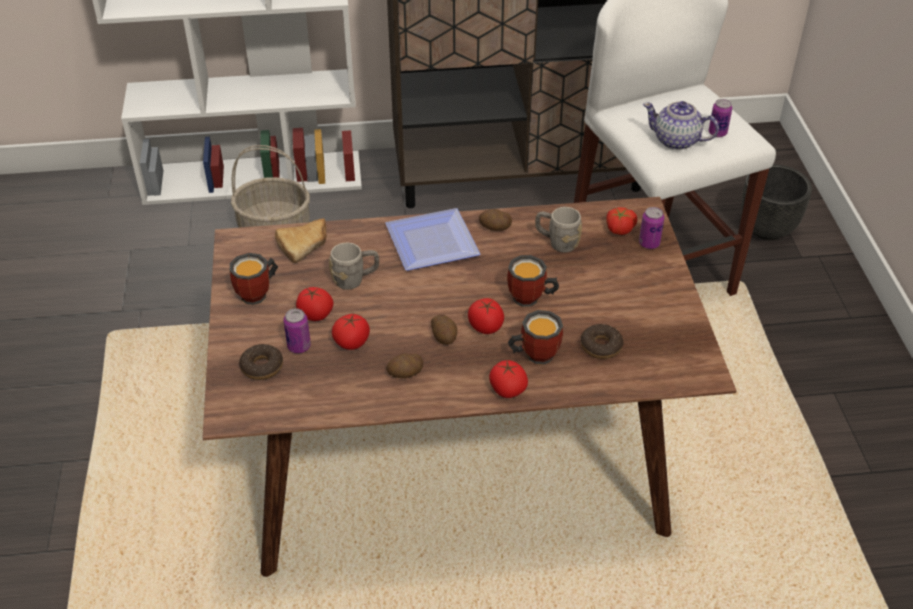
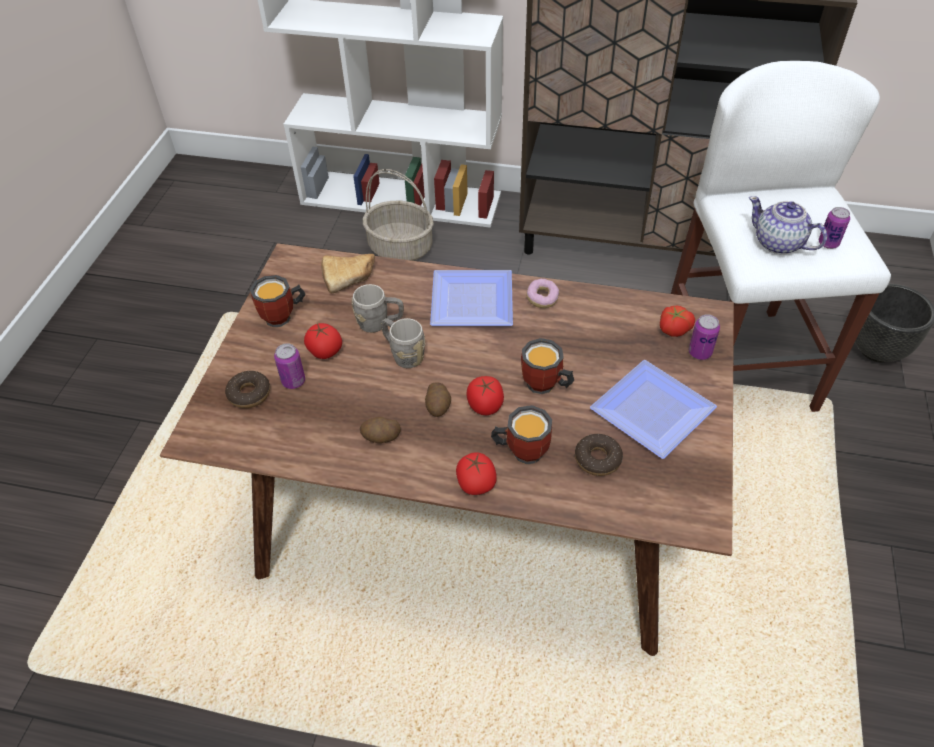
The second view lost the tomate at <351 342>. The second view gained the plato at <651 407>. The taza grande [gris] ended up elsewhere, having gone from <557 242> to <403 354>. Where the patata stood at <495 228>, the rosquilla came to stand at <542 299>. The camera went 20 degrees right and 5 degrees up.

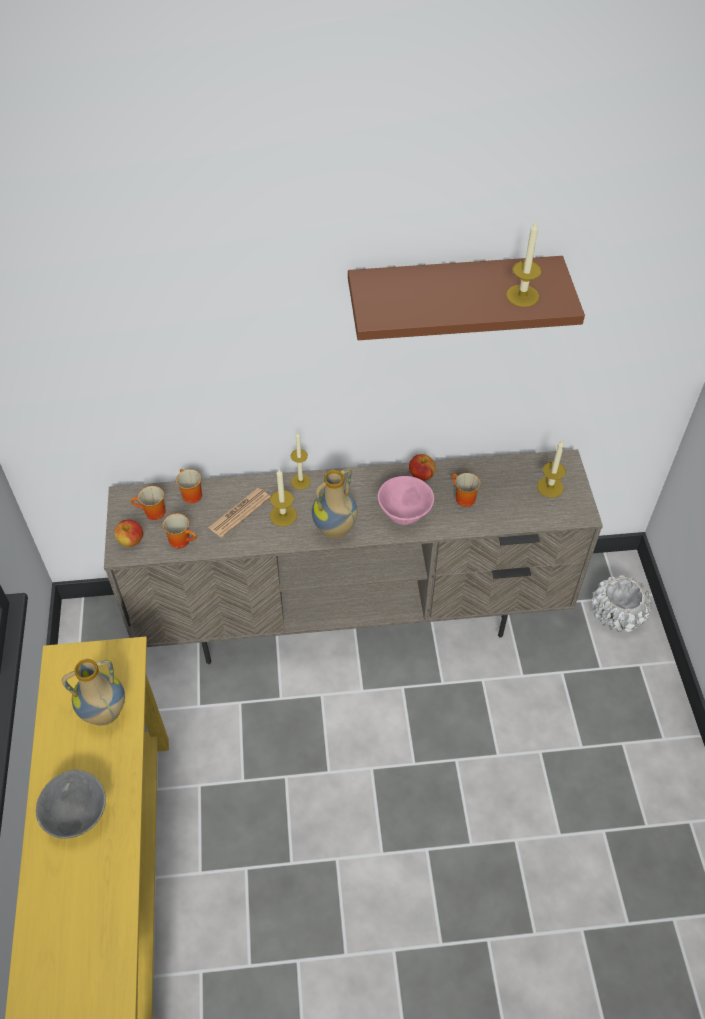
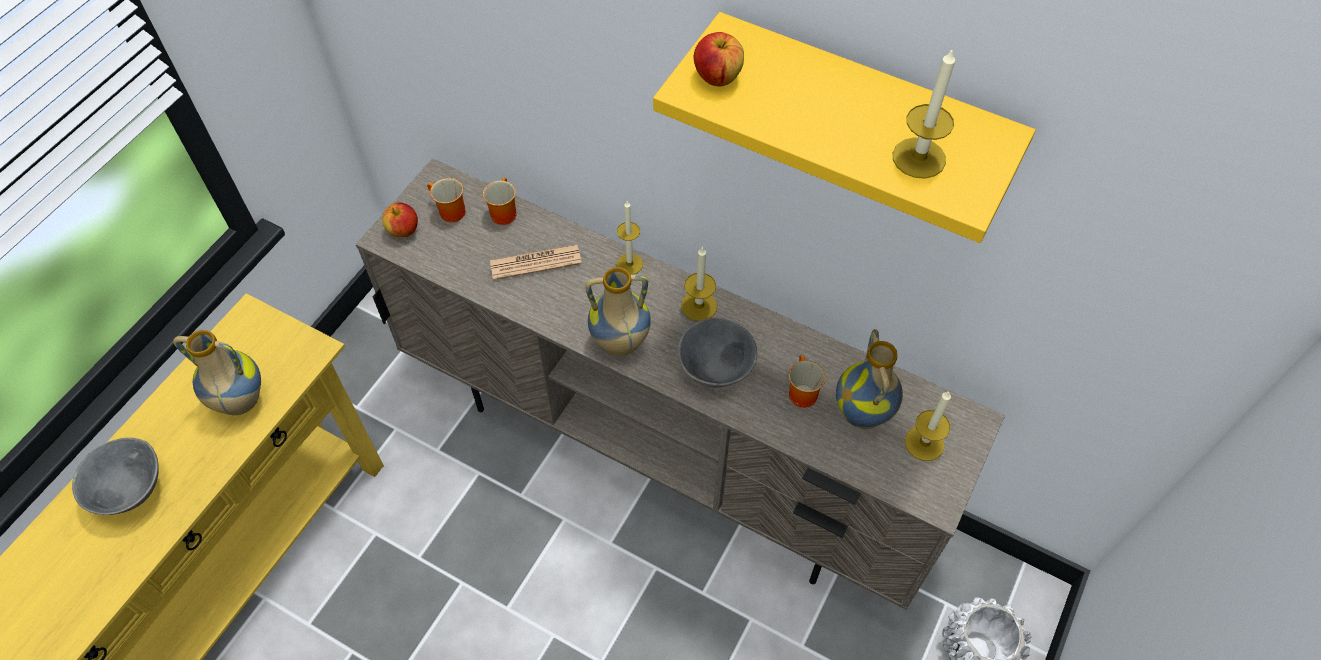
The second view lost the taza grande at <182 540>. The second view gained the florero at <864 414>. The vela ended up elsewhere, having gone from <283 515> to <699 306>. The manzana ended up elsewhere, having gone from <421 475> to <717 77>. What was the estante [marrón] at <453 292> turned into the estante [amarillo] at <861 110>. What was the cuenco [rosa] at <406 513> turned into the cuenco [gris] at <717 371>. The camera went 35 degrees right and 5 degrees up.

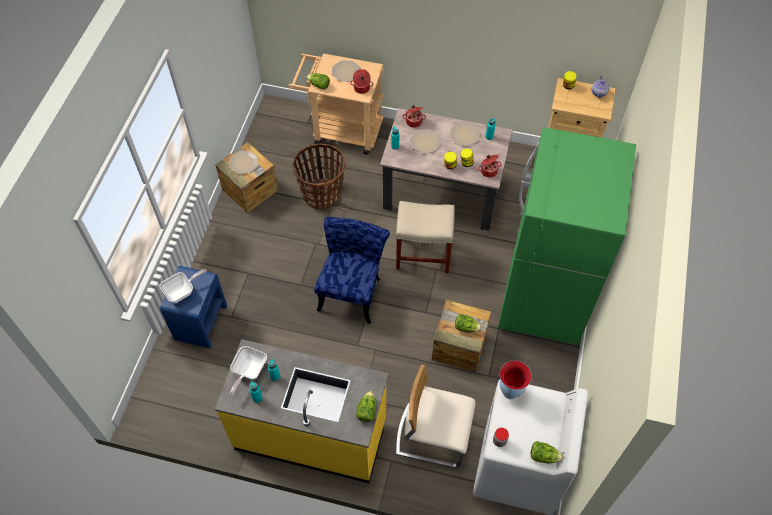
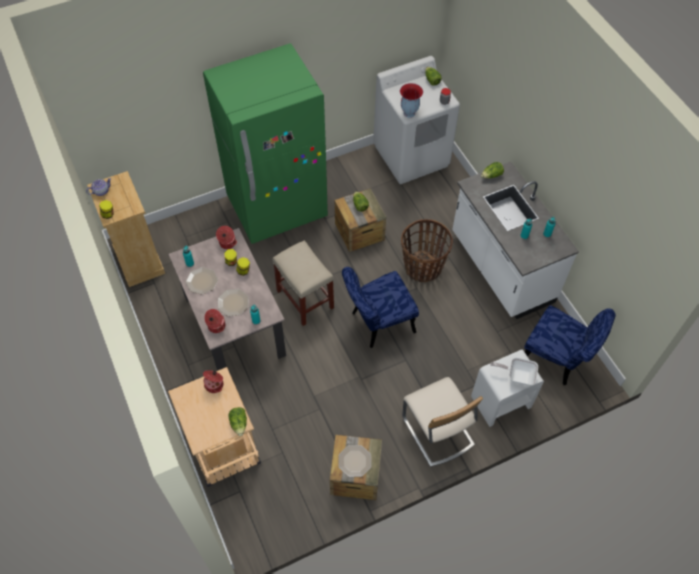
The second view lost the sartén at <248 372>. The second view lost the plato at <346 72>. The second view gained the silla [azul] at <557 359>. The cesta ended up elsewhere, having gone from <322 194> to <423 267>. The silla [beis] ended up elsewhere, having gone from <432 435> to <437 431>. What was the mesita de noche [azul] at <201 322> turned into the mesita de noche [blanco] at <500 402>. What was the mueble bajo de cocina [amarillo] at <311 433> turned into the mueble bajo de cocina [blanco] at <500 268>. The camera went 130 degrees left and 0 degrees up.

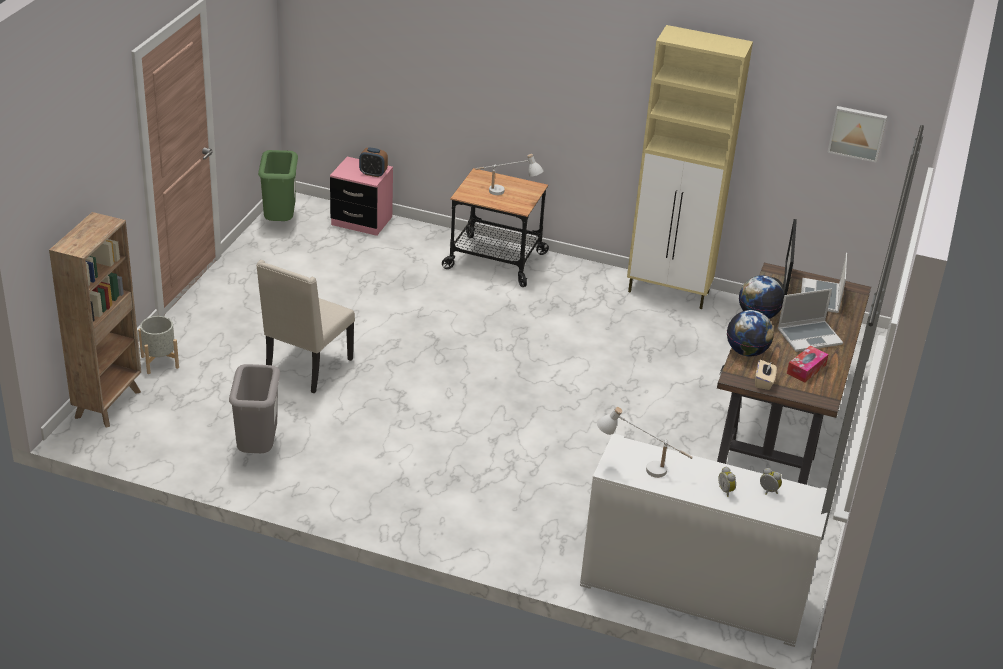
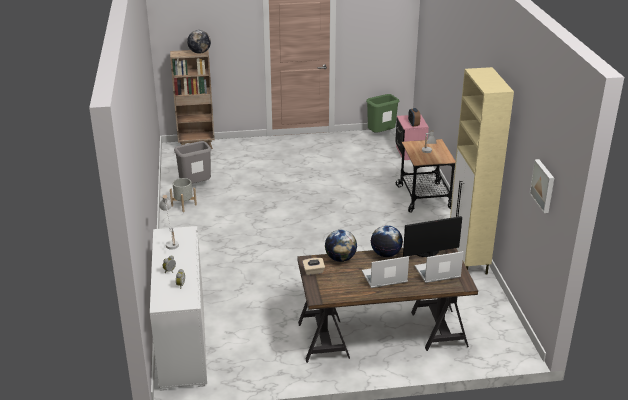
The second view lost the silla [beis] at <307 368>. The second view lost the caja de pañuelos at <806 369>. The second view gained the globo terráqueo at <199 52>. The maceta [gris] ended up elsewhere, having gone from <160 362> to <184 205>. The portátil at <809 336> ended up facing another way, 120 degrees clockwise from before. The camera went 65 degrees right and 5 degrees down.

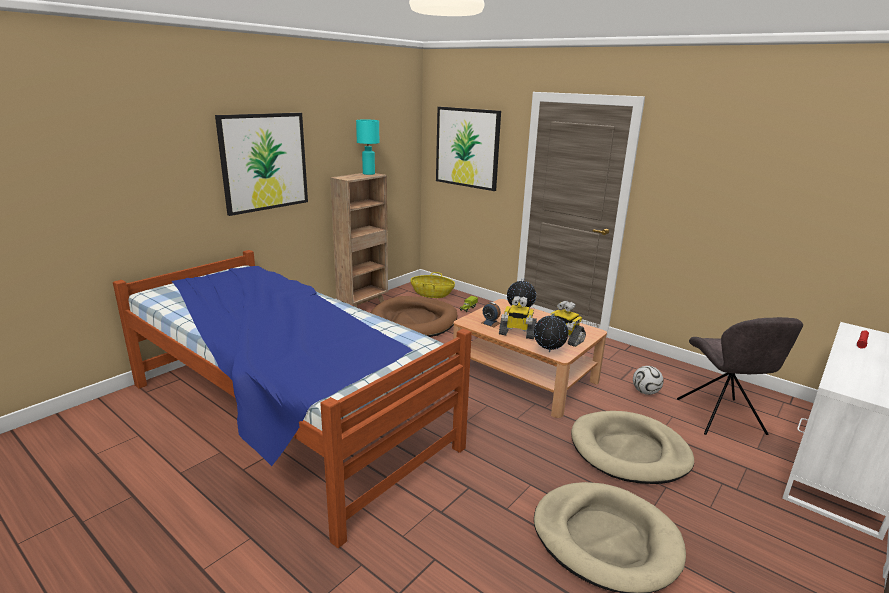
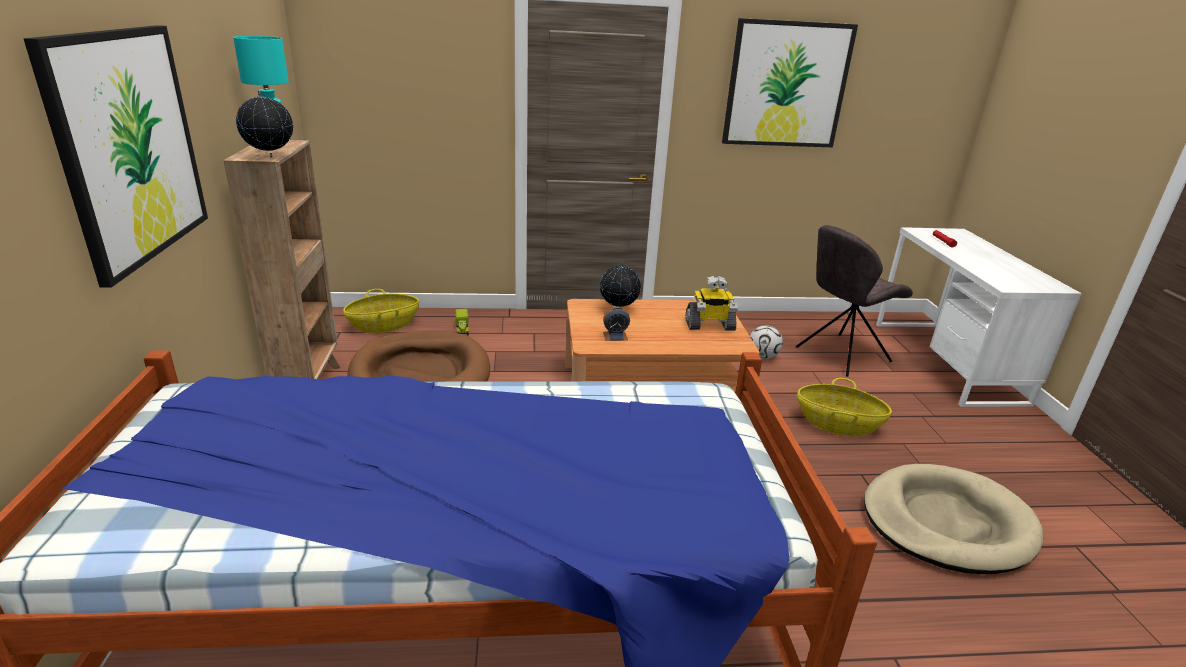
The second view lost the robot de juguete at <517 333>. The cuadro ended up elsewhere, having gone from <467 148> to <786 85>. The globo terráqueo ended up elsewhere, having gone from <548 352> to <270 157>. Where the cama para perro [beis] stood at <629 451>, the cesta came to stand at <837 424>. The silla [gris] at <721 418> ended up facing another way, 105 degrees clockwise from before. The camera went 45 degrees left and 5 degrees up.

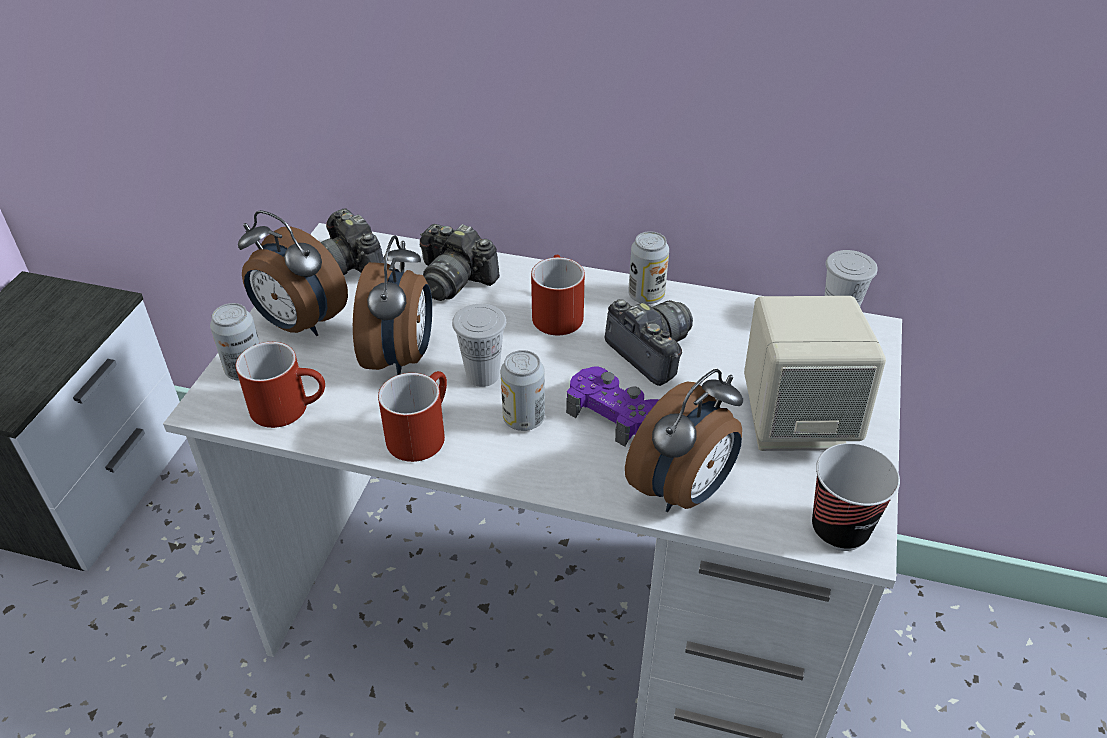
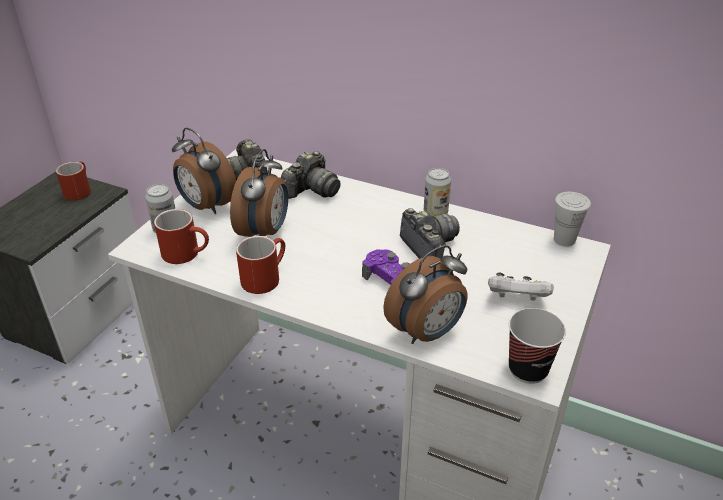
The second view lost the taza [blanco] at <482 375>. The second view lost the lata at <523 419>. The taza grande [rojo] ended up elsewhere, having gone from <555 312> to <78 190>. Where the altavoz [beis] stood at <796 421>, the mando de consola [blanco] came to stand at <516 299>. The cámara at <454 279> ended up facing another way, 90 degrees counterclockwise from before. The camera went 10 degrees right and 5 degrees down.

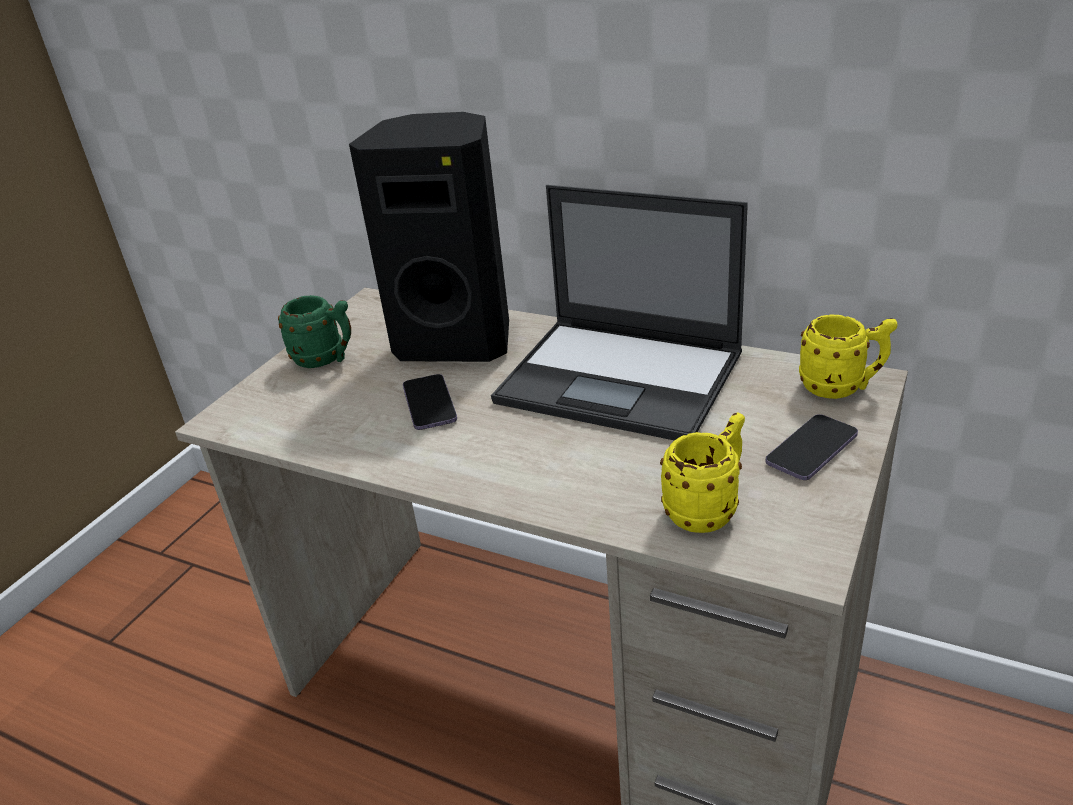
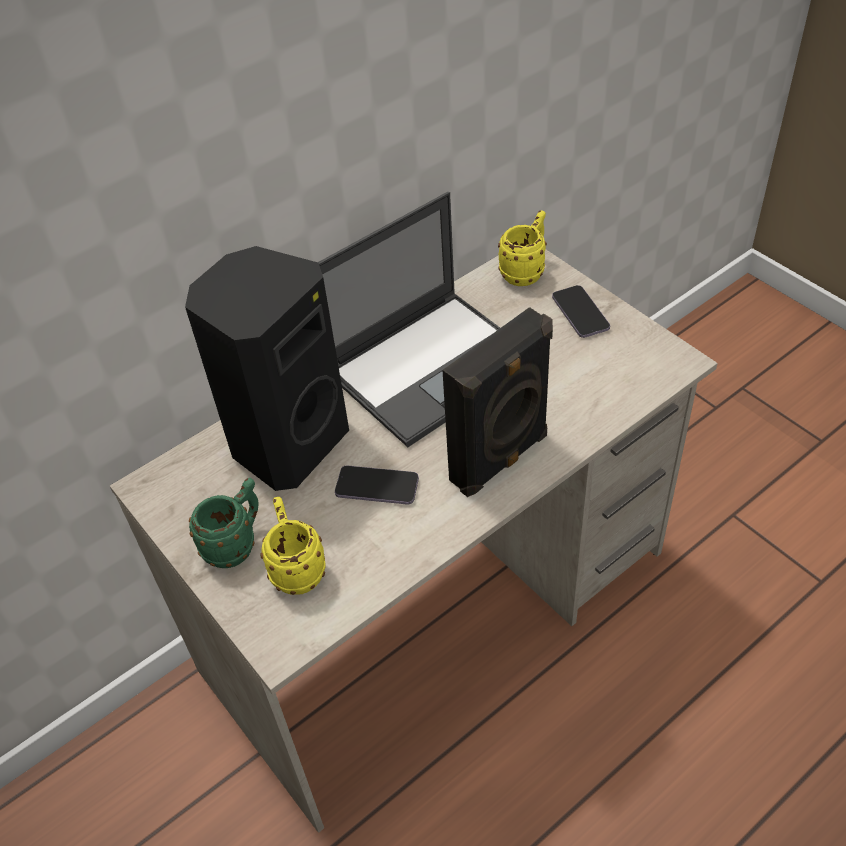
The second view gained the altavoz [negro] at <501 459>. The taza grande [amarillo] ended up elsewhere, having gone from <708 509> to <296 568>. The camera went 65 degrees left and 15 degrees up.

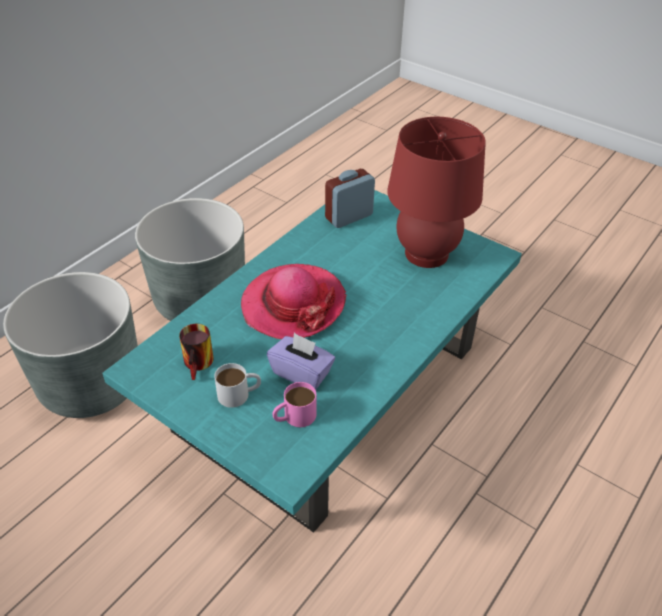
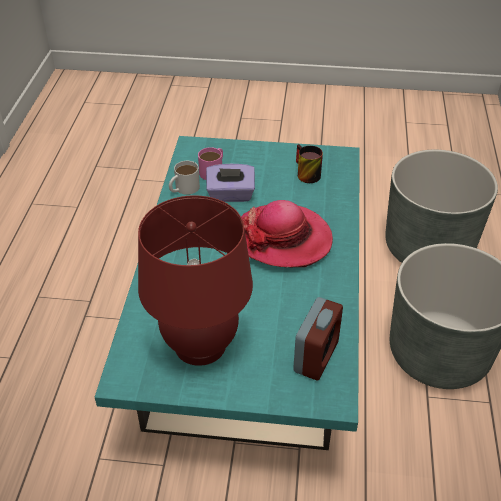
The taza grande [blanco] ended up elsewhere, having gone from <239 394> to <183 189>. The camera went 150 degrees right and 0 degrees up.

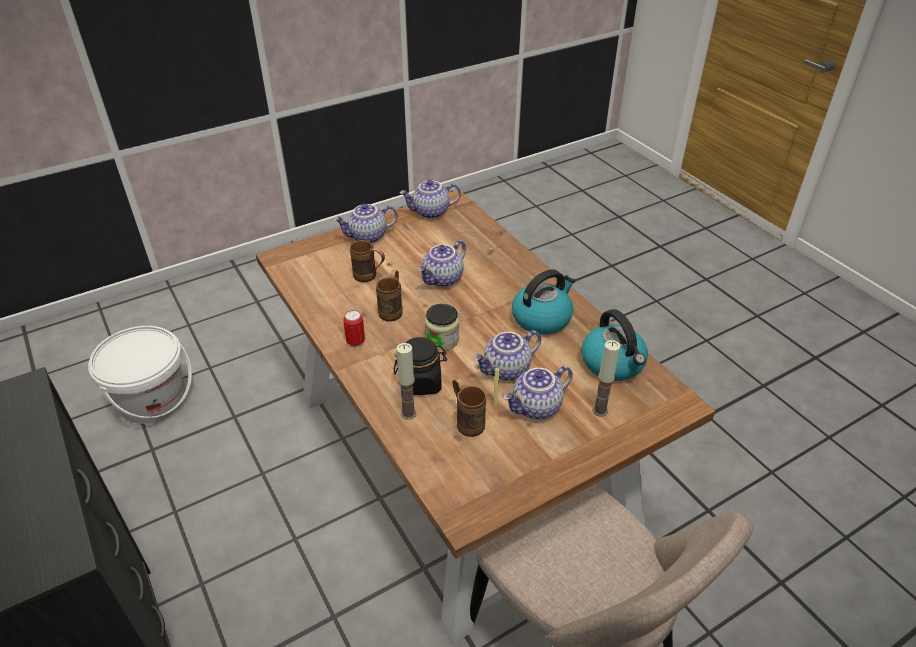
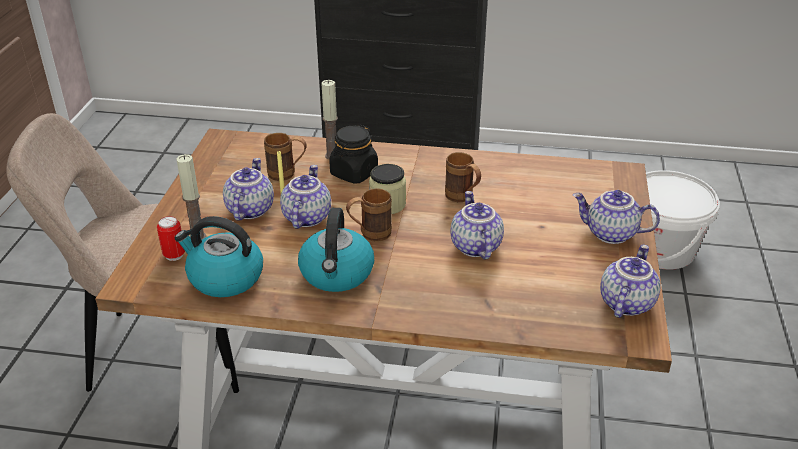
The lata ended up elsewhere, having gone from <355 342> to <174 255>. The taza grande [marrón] ended up elsewhere, having gone from <369 277> to <369 235>. The tetera at <368 237> ended up facing another way, 90 degrees counterclockwise from before. The camera went 130 degrees right and 5 degrees down.

